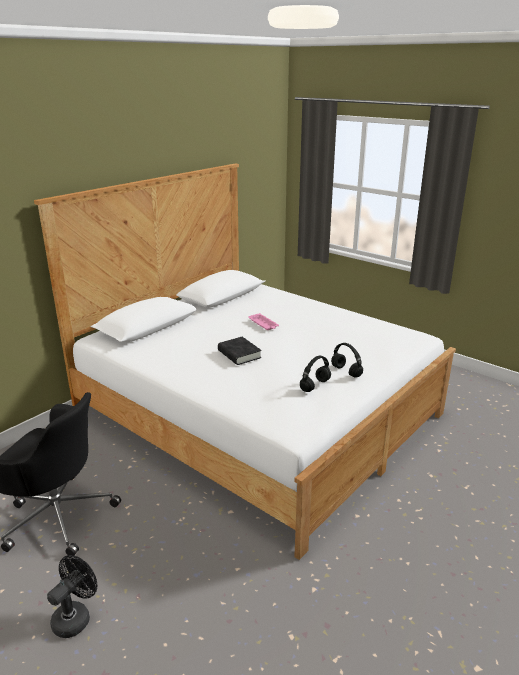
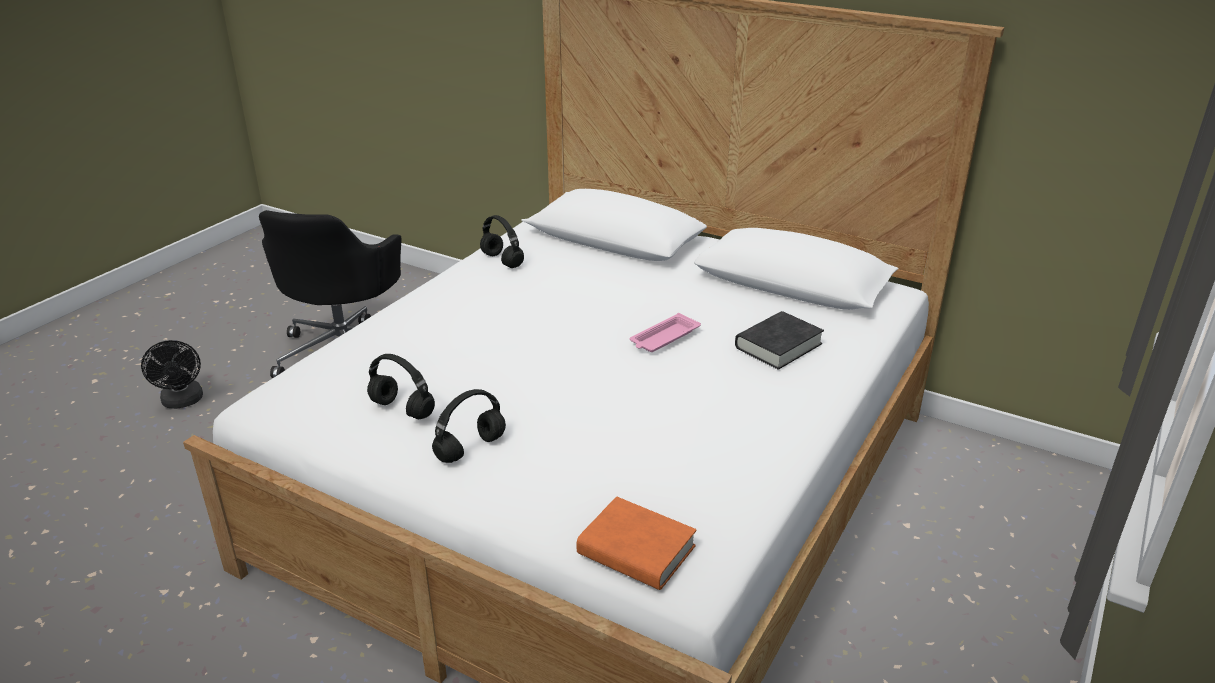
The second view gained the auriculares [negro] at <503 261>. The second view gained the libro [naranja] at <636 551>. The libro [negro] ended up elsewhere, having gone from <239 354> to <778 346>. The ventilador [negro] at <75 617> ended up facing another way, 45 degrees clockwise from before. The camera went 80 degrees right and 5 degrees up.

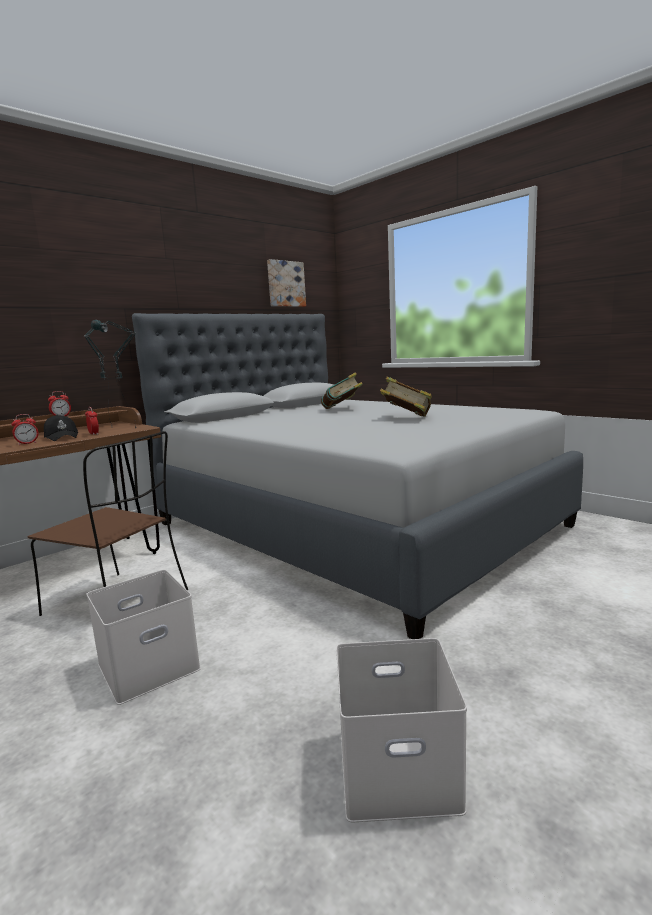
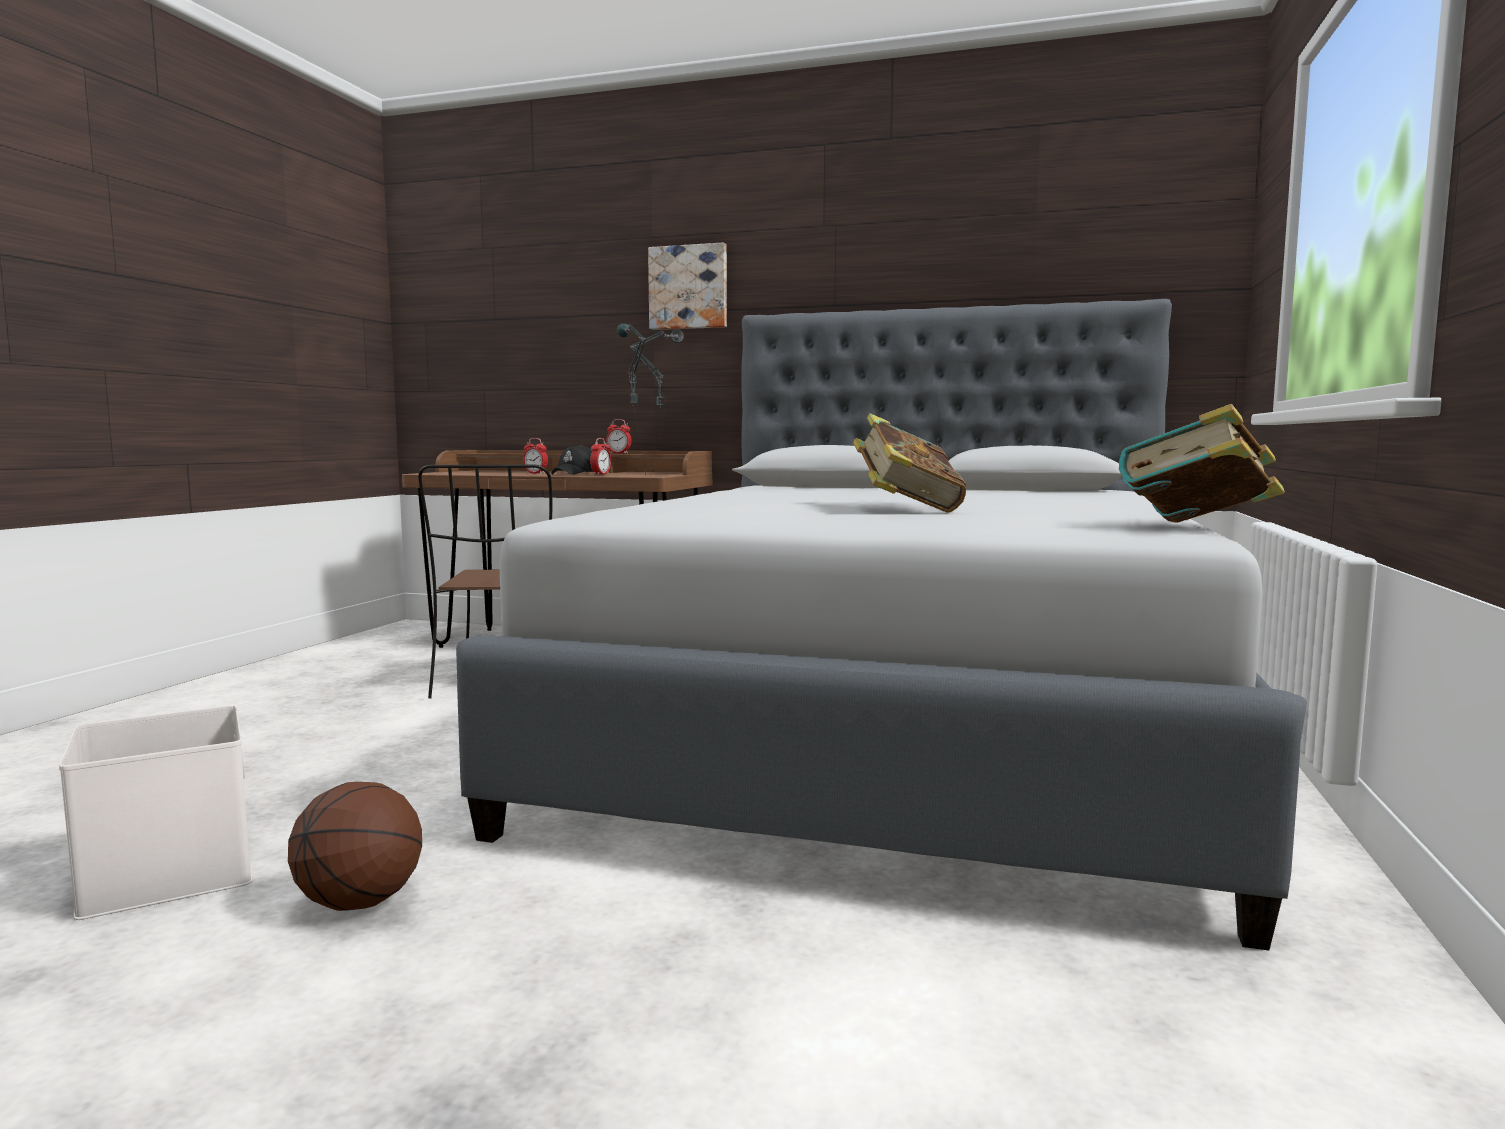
The second view lost the caja de almacenaje [blanco] at <147 668>. The second view gained the balón de baloncesto at <360 901>. The cuadro ended up elsewhere, having gone from <285 284> to <689 287>. The libro ended up elsewhere, having gone from <342 409> to <1197 527>. The camera went 60 degrees right and 5 degrees down.

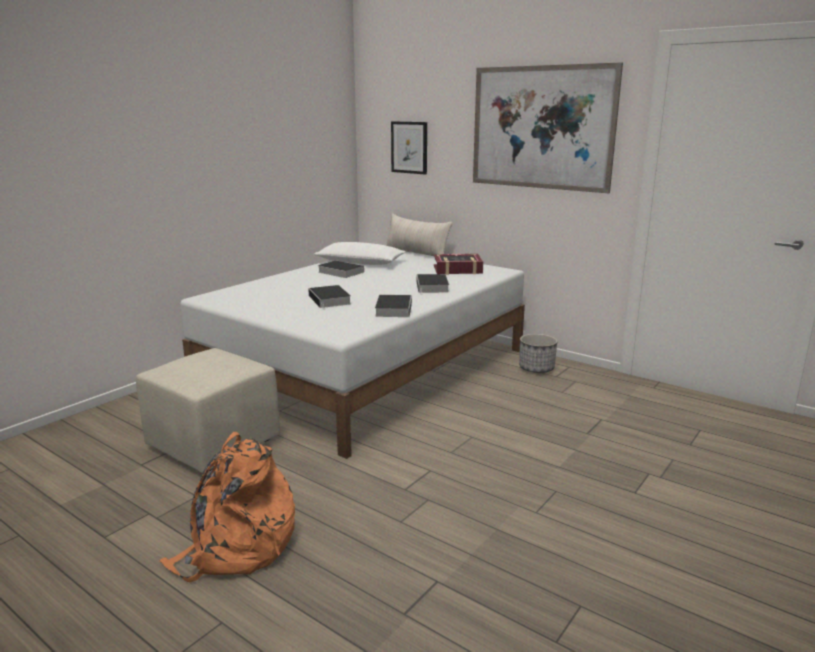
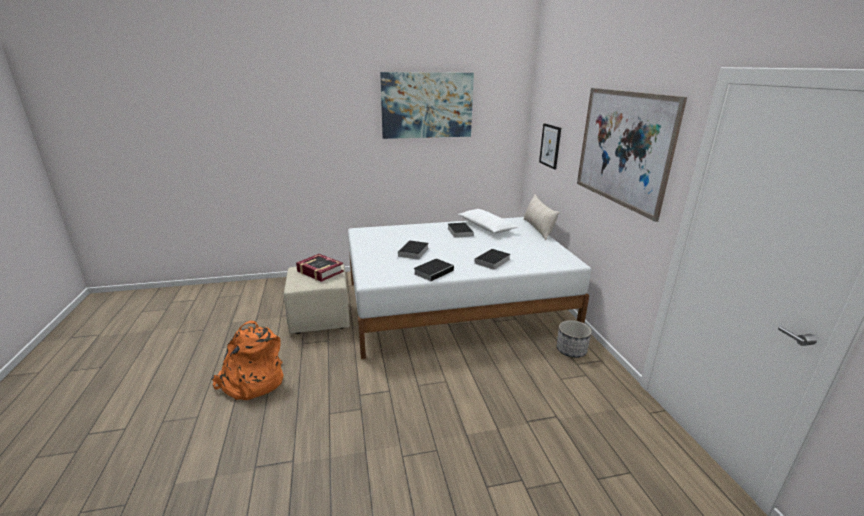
The second view gained the cuadro at <427 105>. The libro ended up elsewhere, having gone from <457 269> to <320 271>. The camera went 40 degrees right and 5 degrees up.

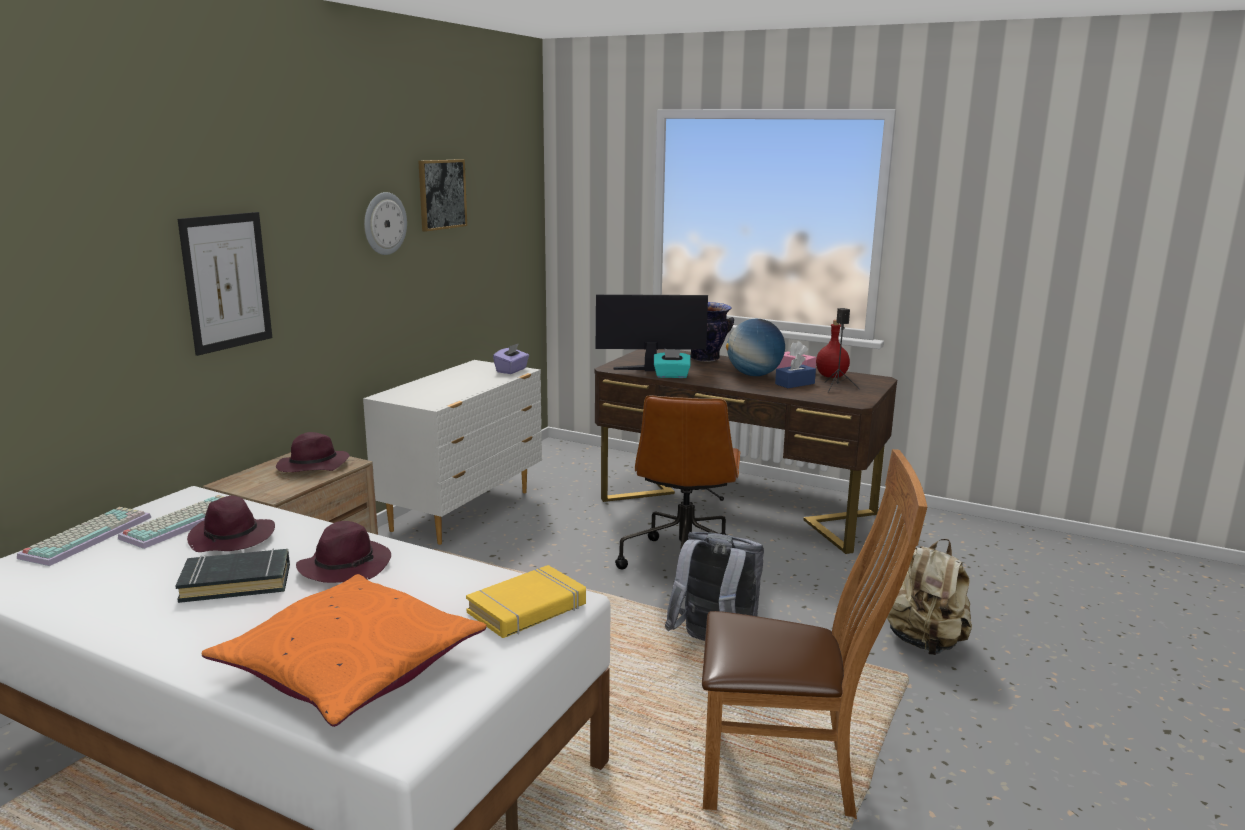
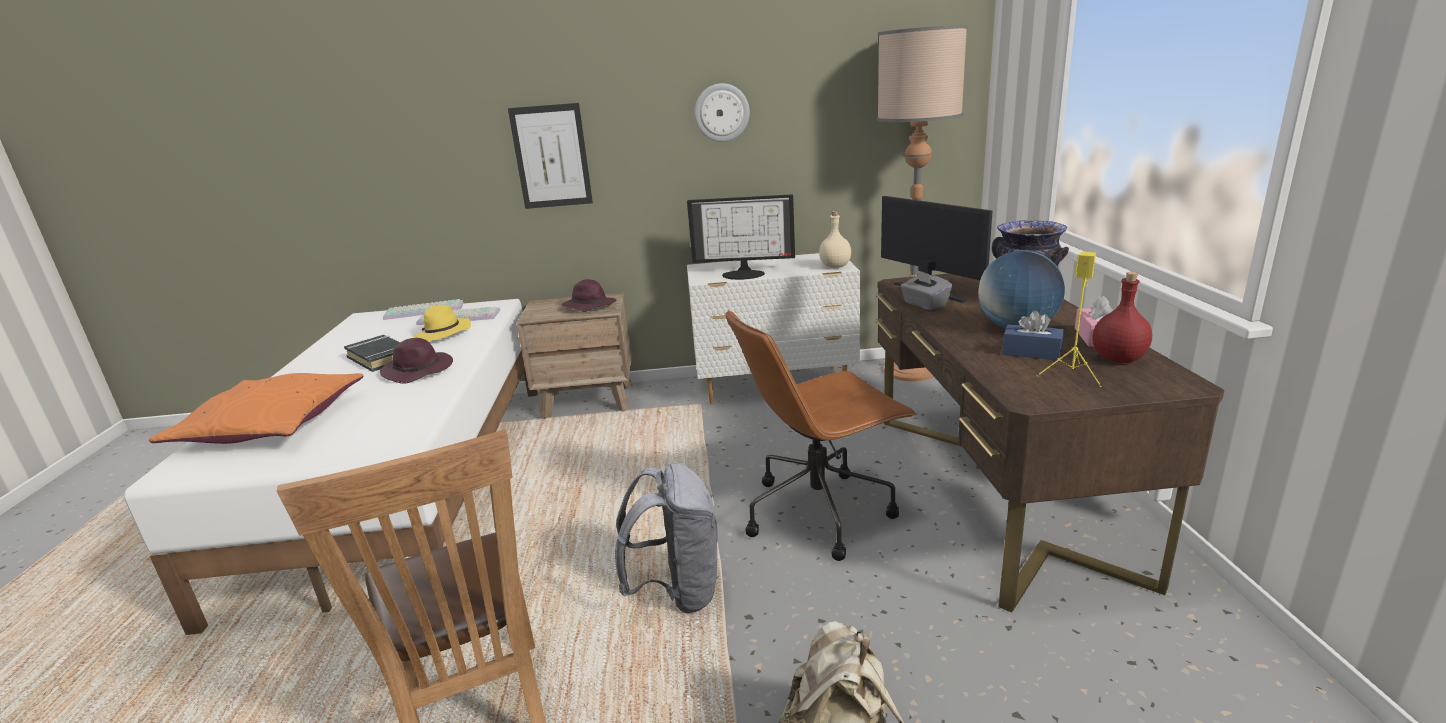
The second view lost the cuadro at <441 194>. The second view lost the libro [amarillo] at <527 609>. The second view gained the monitor at <744 273>. The second view gained the lámpara de pie at <911 370>. Where the caja de pañuelos [morado] stood at <512 370>, the botella [beis] came to stand at <835 266>. What was the sombrero [morado] at <233 538> turned into the sombrero [amarillo] at <443 334>. What was the caja de pañuelos [turquesa] at <671 376> turned into the caja de pañuelos [gris] at <924 304>. What was the altavoz [negro] at <837 388> turned into the altavoz [amarillo] at <1072 375>. The camera went 60 degrees right and 5 degrees up.

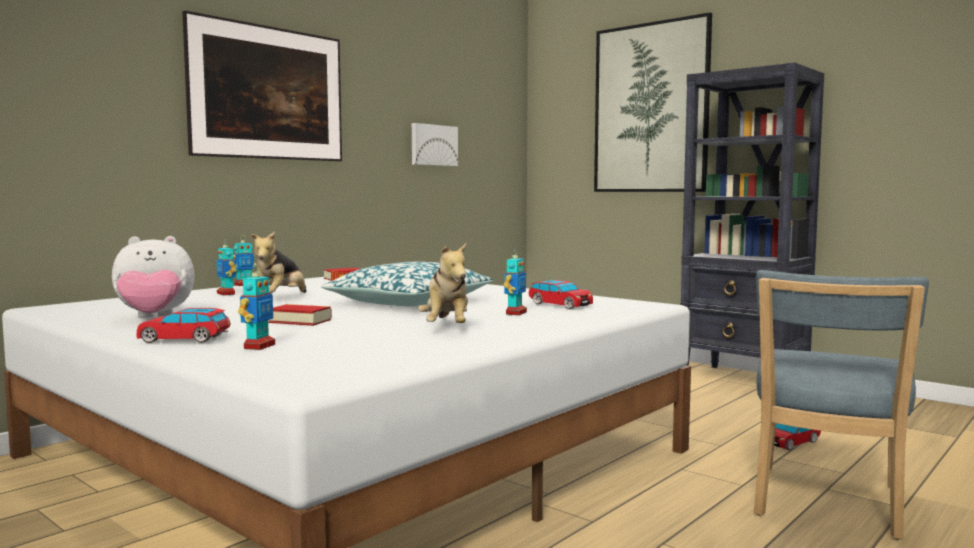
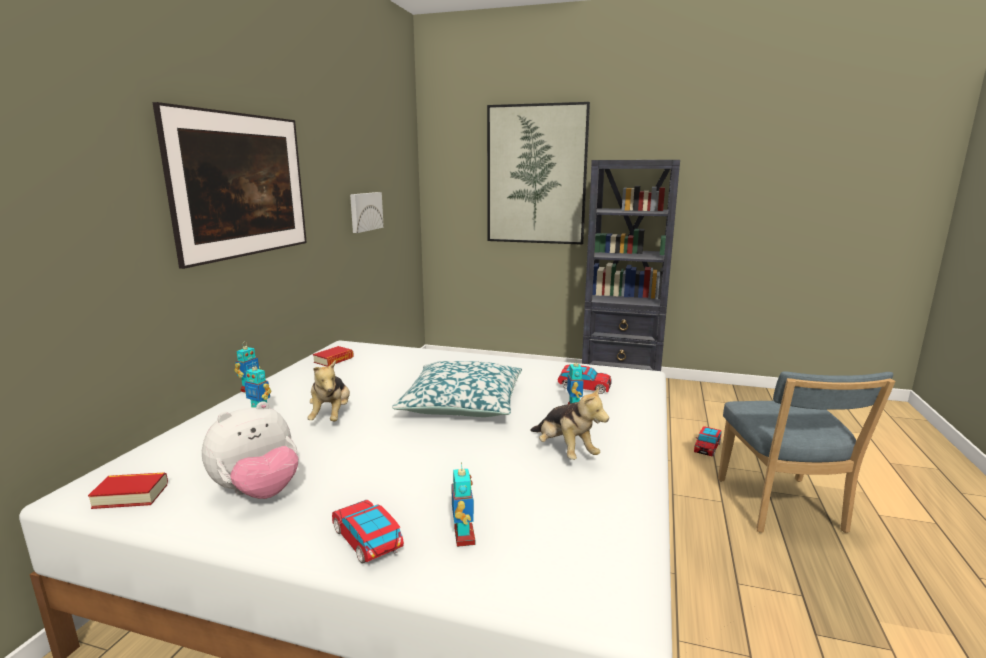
The libro ended up elsewhere, having gone from <300 321> to <131 495>. The coche de juguete at <185 340> ended up facing another way, 75 degrees clockwise from before. The camera went 25 degrees left and 10 degrees up.

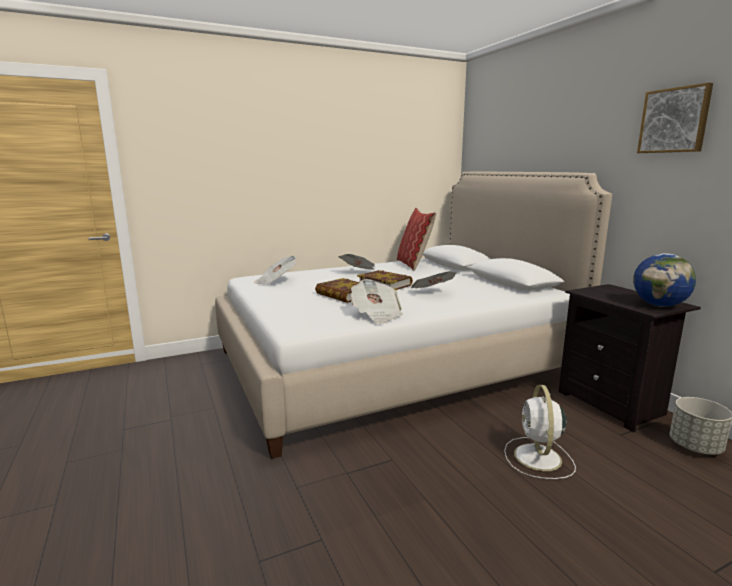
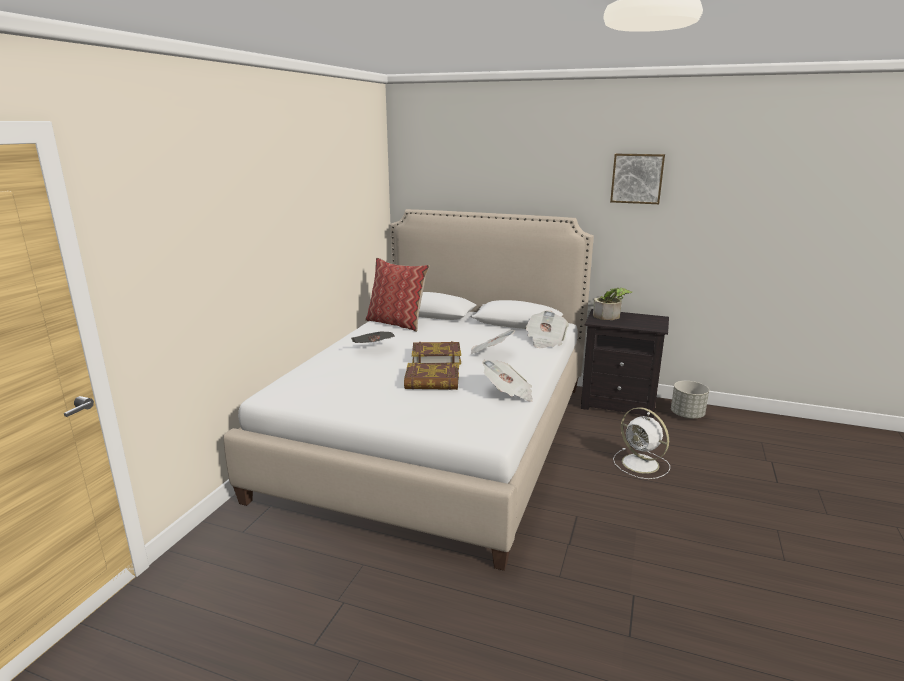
The second view lost the globo terráqueo at <659 305>. The second view gained the planta en maceta at <610 316>. The periódico ended up elsewhere, having gone from <276 281> to <545 341>. The camera went 45 degrees left and 5 degrees up.

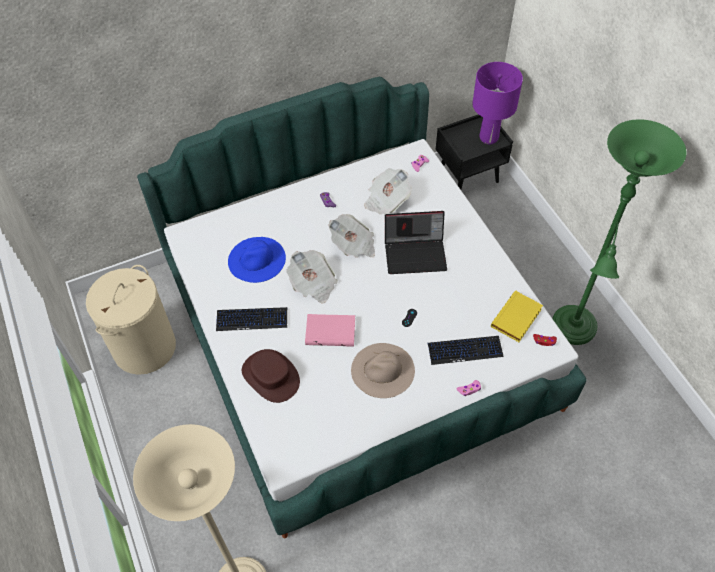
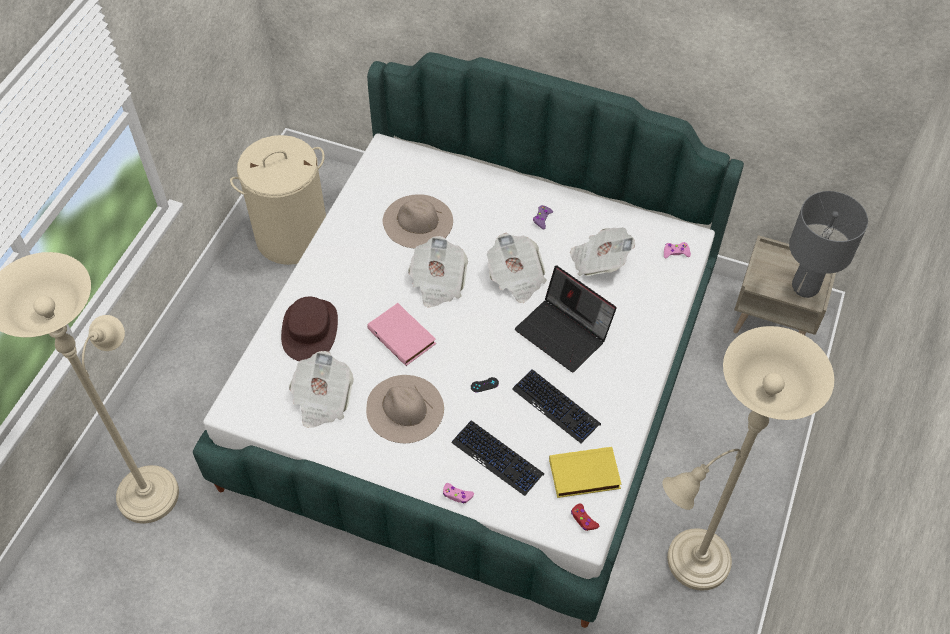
The second view gained the periódico at <322 400>. The teclado ended up elsewhere, having gone from <252 319> to <556 406>. What was the sombrero [azul] at <256 259> turned into the sombrero [beis] at <417 221>. What was the mesita de noche [negro] at <468 176> turned into the mesita de noche [beis] at <773 321>. What was the lámpara de mesa [morado] at <488 137> turned into the lámpara de mesa [gris] at <805 287>. What was the lámpara de pie [verde] at <573 331> turned into the lámpara de pie [beis] at <691 564>. The camera went 45 degrees right and 0 degrees up.

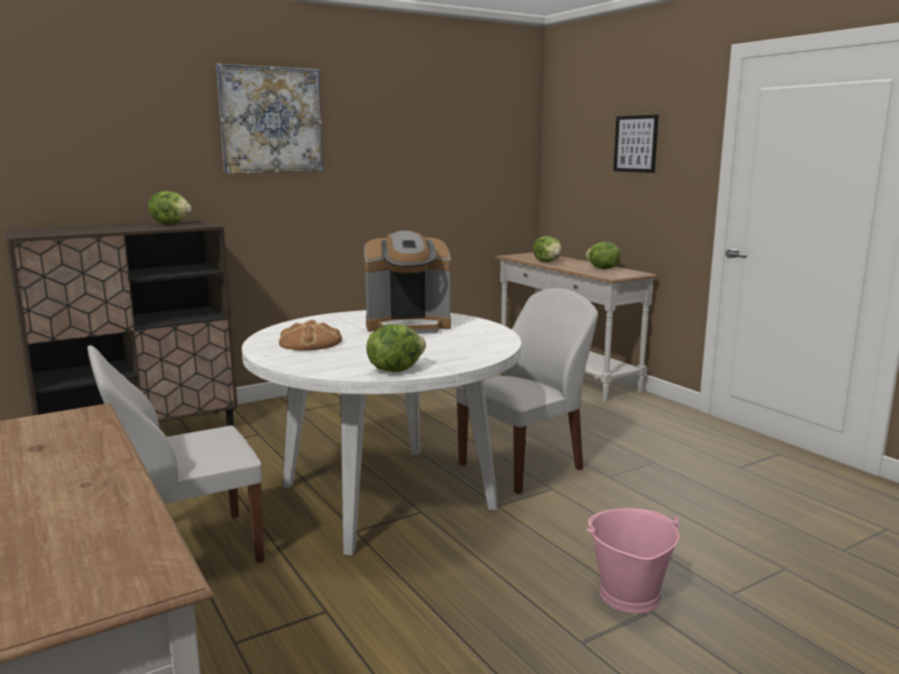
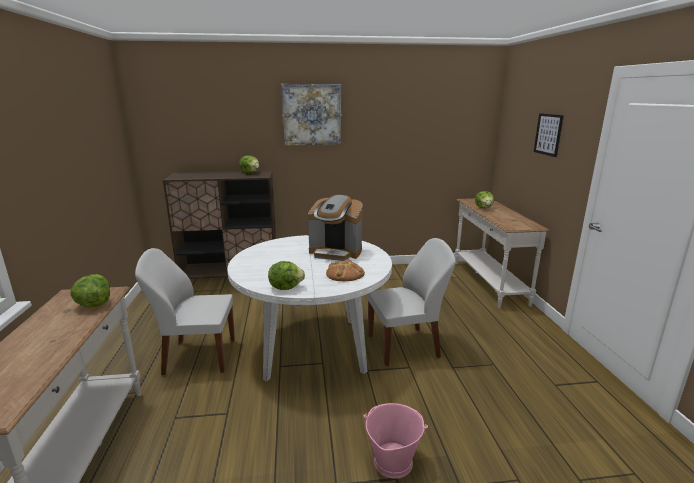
The pan ended up elsewhere, having gone from <310 343> to <344 274>. The lechuga ended up elsewhere, having gone from <602 269> to <94 304>. The camera went 25 degrees right and 5 degrees up.

